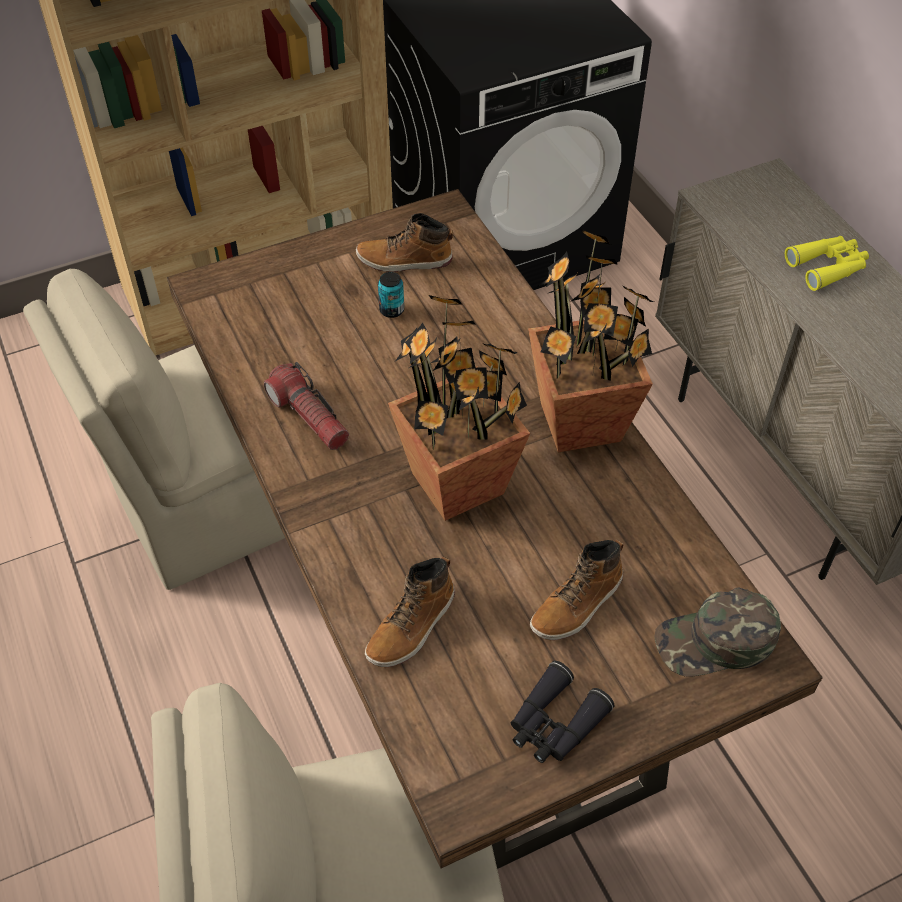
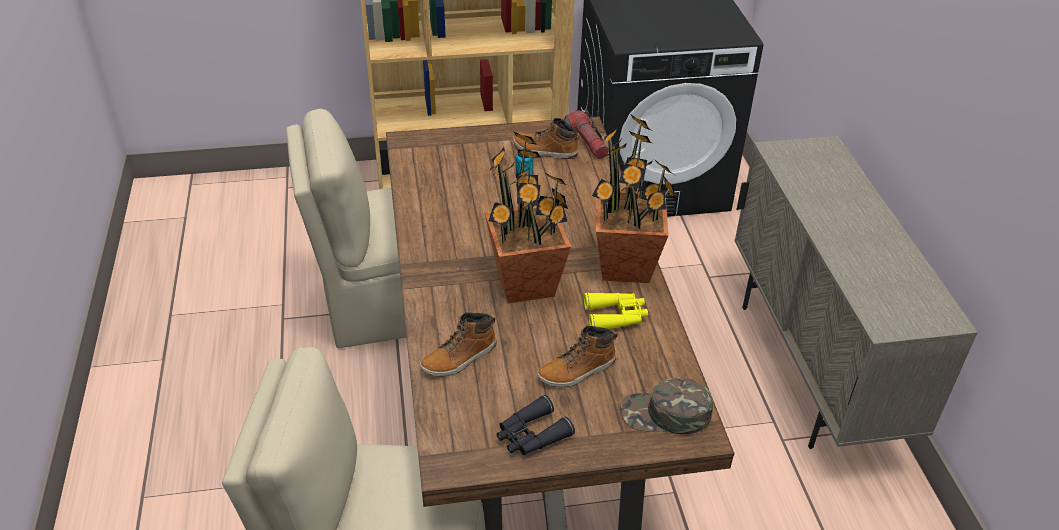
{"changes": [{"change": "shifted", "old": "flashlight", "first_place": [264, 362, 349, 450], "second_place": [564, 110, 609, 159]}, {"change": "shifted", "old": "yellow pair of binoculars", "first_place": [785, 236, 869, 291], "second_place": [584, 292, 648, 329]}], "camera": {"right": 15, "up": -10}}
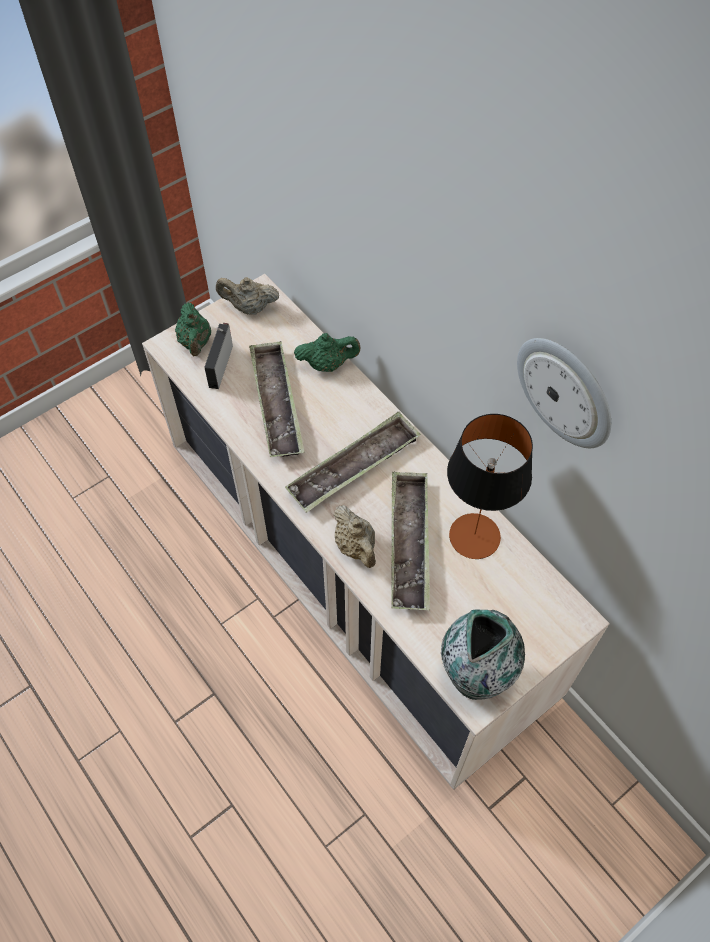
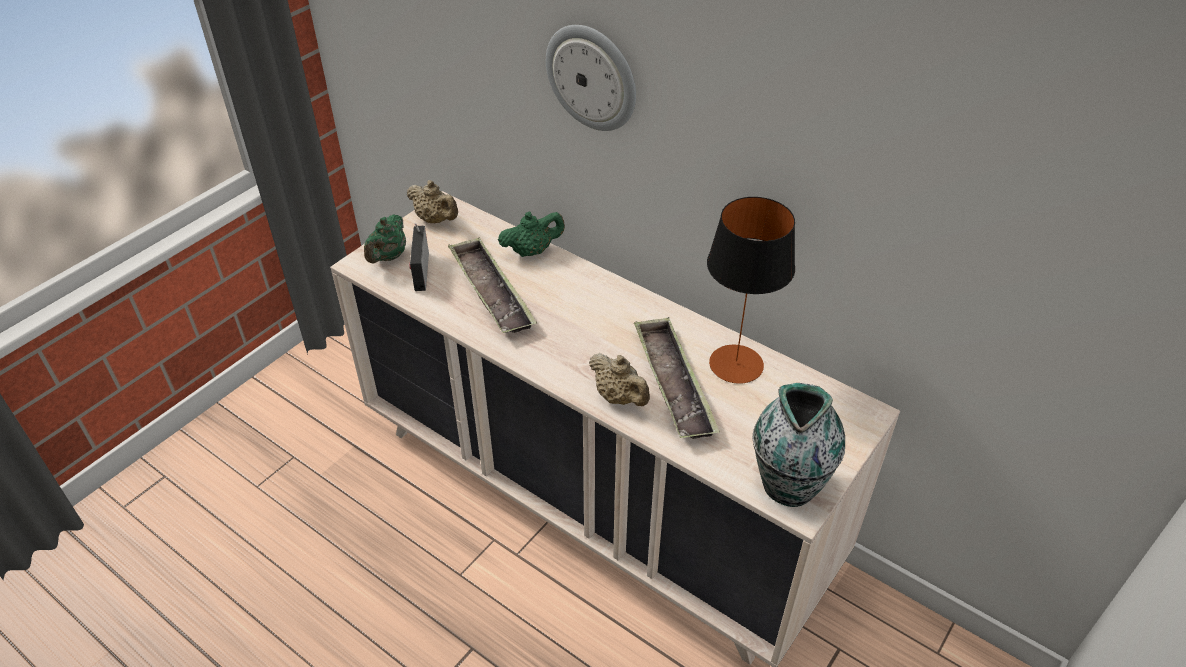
{"changes": [{"change": "gone", "old": "carrying tray", "first_place": [285, 411, 421, 513]}, {"change": "shifted", "old": "clock on the wall", "first_place": [517, 338, 611, 448], "second_place": [546, 25, 636, 131]}, {"change": "rotated", "old": "green tea pot", "first_place": [175, 303, 211, 356], "second_place": [364, 215, 406, 264], "degrees": 45}, {"change": "rotated", "old": "beige tea pot", "first_place": [216, 277, 279, 315], "second_place": [407, 180, 458, 223], "degrees": -135}], "camera": {"right": -15, "up": -15}}
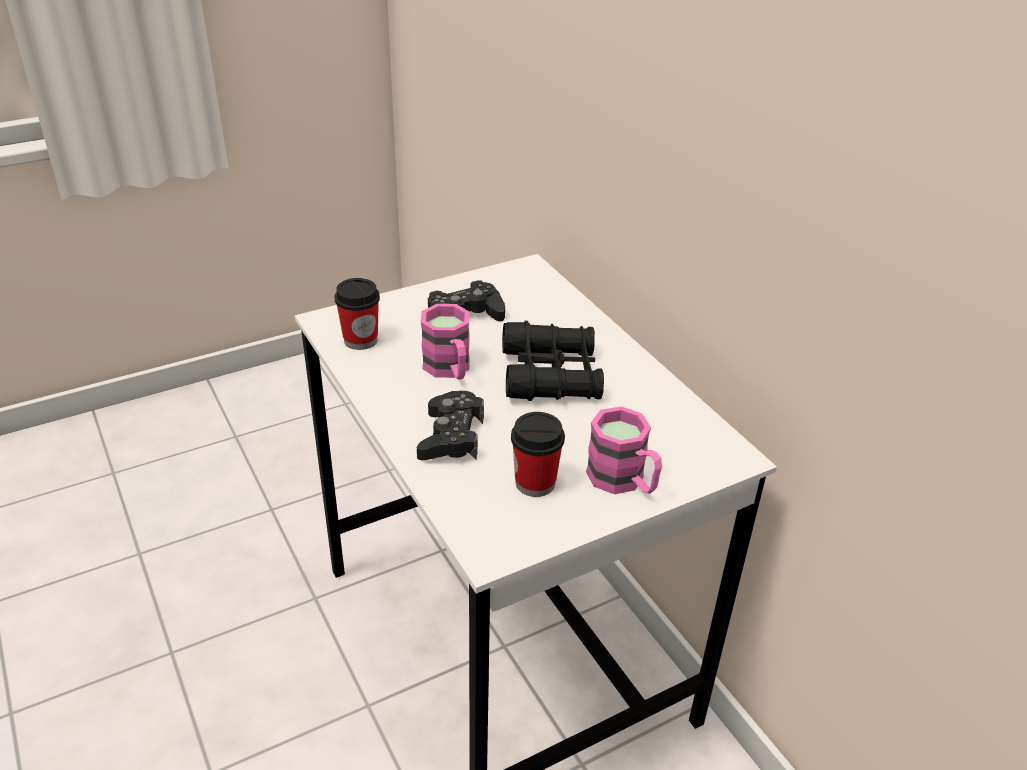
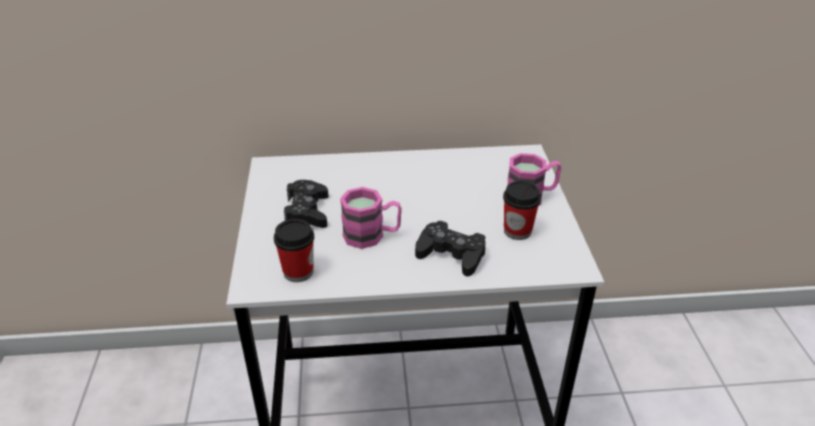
{"changes": [{"change": "gone", "old": "black pair of binoculars", "first_place": [502, 321, 604, 401]}], "camera": {"right": -65, "up": 0}}
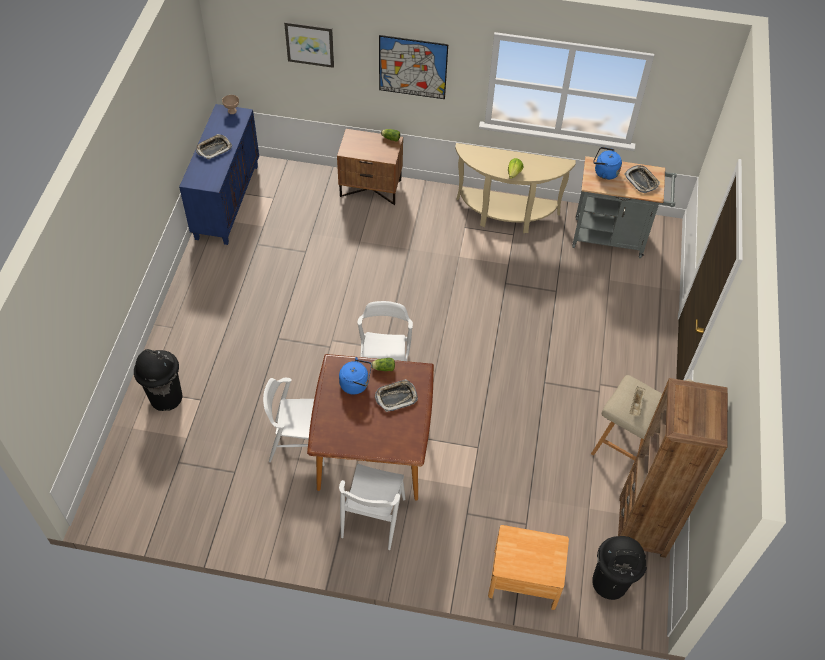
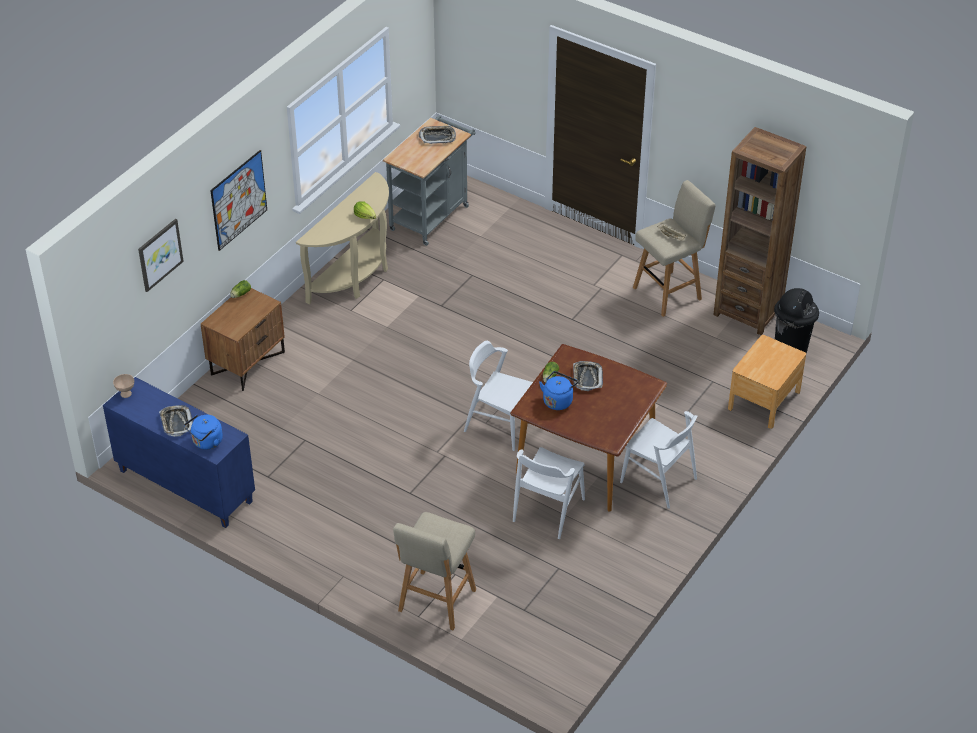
{"changes": [{"change": "shifted", "old": "bluish tea kettle", "first_place": [593, 147, 622, 180], "second_place": [184, 415, 223, 450]}, {"change": "swapped", "old": "black rubbish bin", "new": "beige stool", "first_place": [134, 349, 182, 411], "second_place": [393, 512, 476, 630]}], "camera": {"right": -65, "up": -10}}
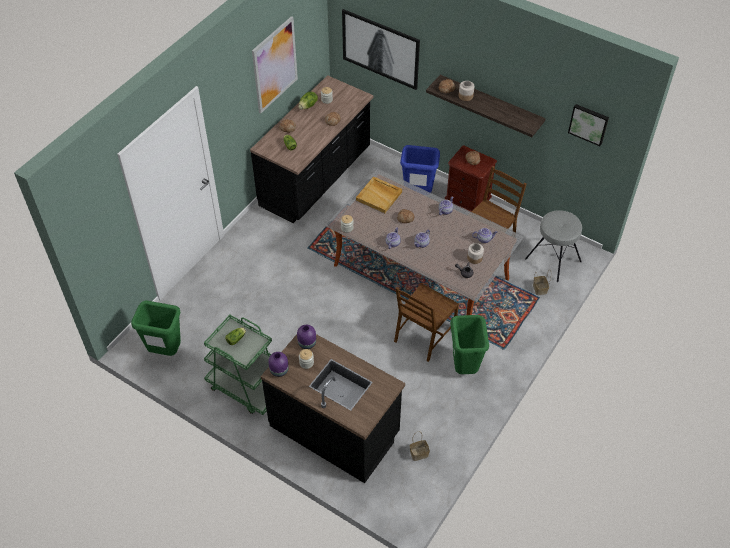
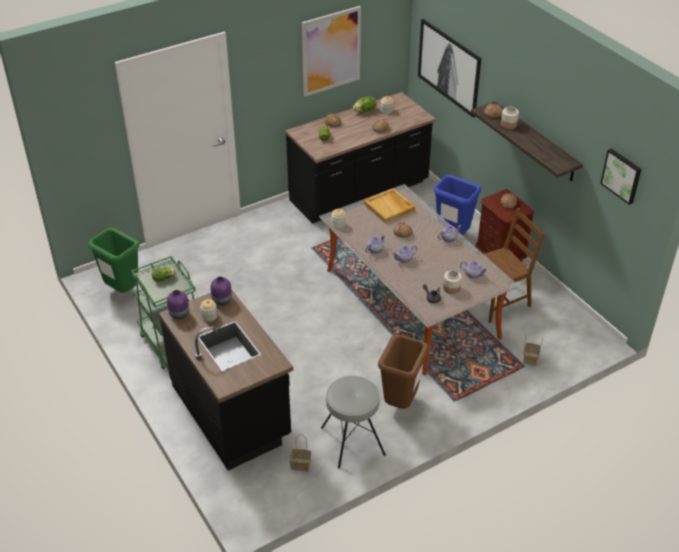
{"changes": [{"change": "gone", "old": "brown upright chair", "first_place": [394, 283, 459, 362]}, {"change": "shifted", "old": "greyish stool", "first_place": [525, 211, 582, 282], "second_place": [321, 376, 386, 469]}, {"change": "repainted", "old": "green rubbish bin", "new": "brown rubbish bin", "first_place": [450, 315, 489, 374], "second_place": [378, 335, 429, 409]}], "camera": {"right": 25, "up": -10}}
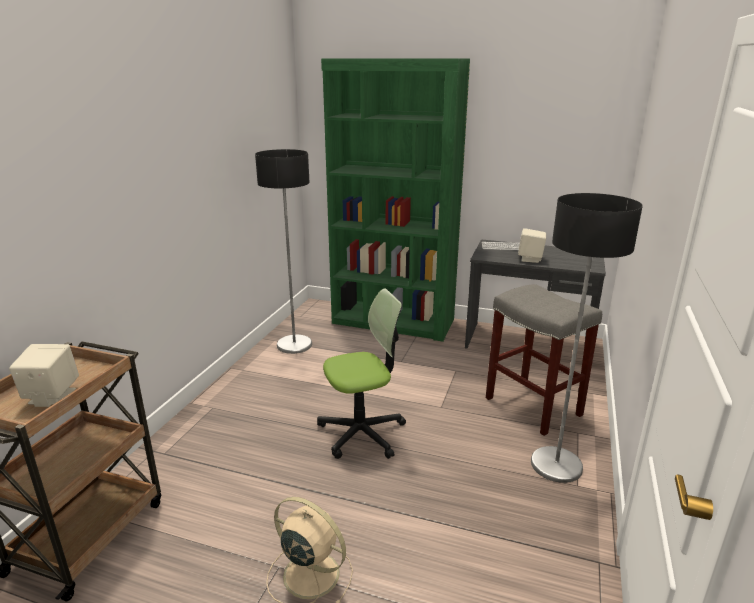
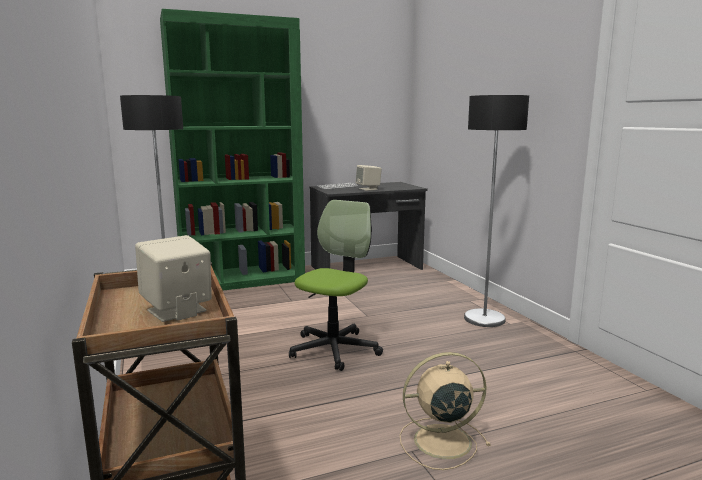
{"changes": [{"change": "gone", "old": "greyish stool", "first_place": [486, 284, 602, 436]}], "camera": {"right": -40, "up": -10}}
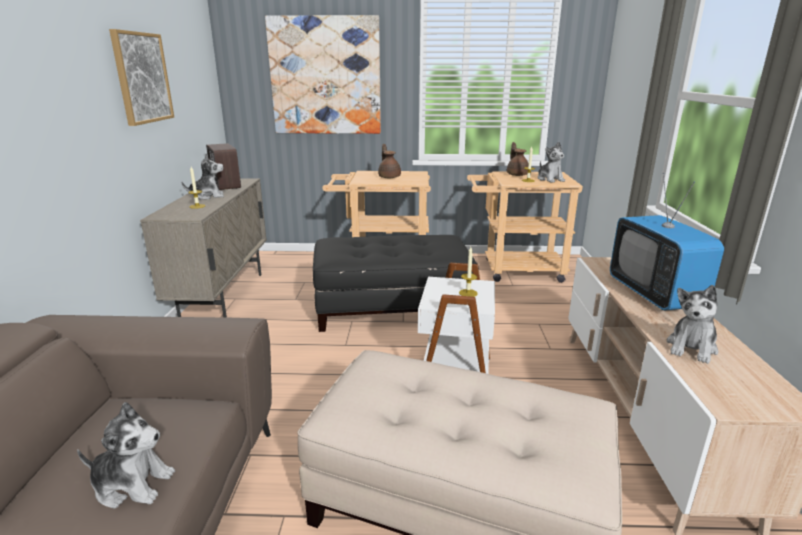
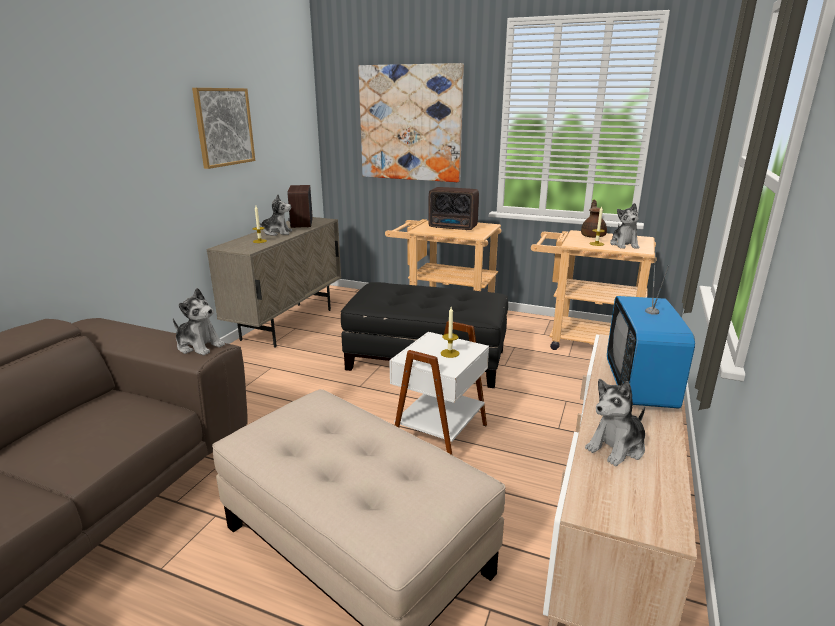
{"changes": [{"change": "shifted", "old": "cuddly toy", "first_place": [77, 402, 175, 509], "second_place": [173, 288, 225, 356]}, {"change": "swapped", "old": "brown tea pot", "new": "radio set", "first_place": [378, 144, 401, 178], "second_place": [428, 187, 479, 230]}], "camera": {"right": 20, "up": 0}}
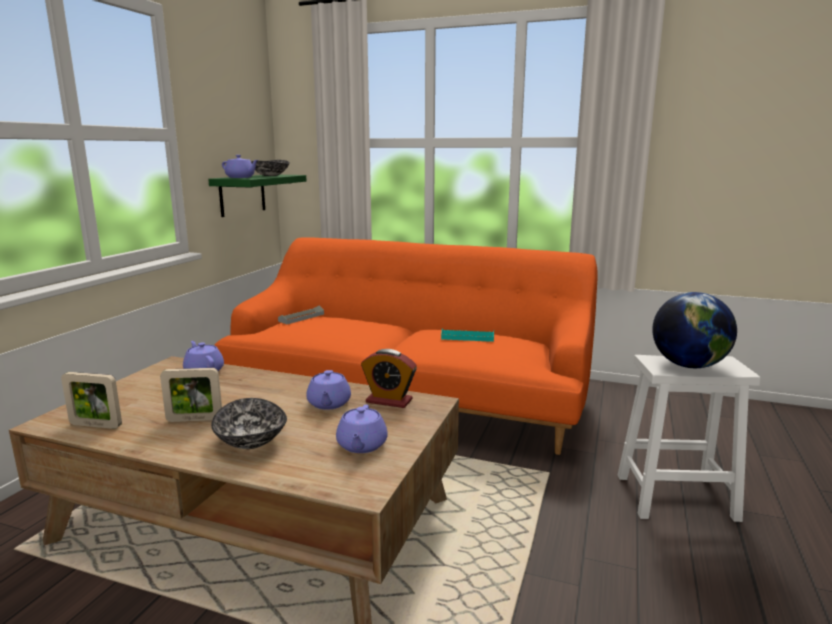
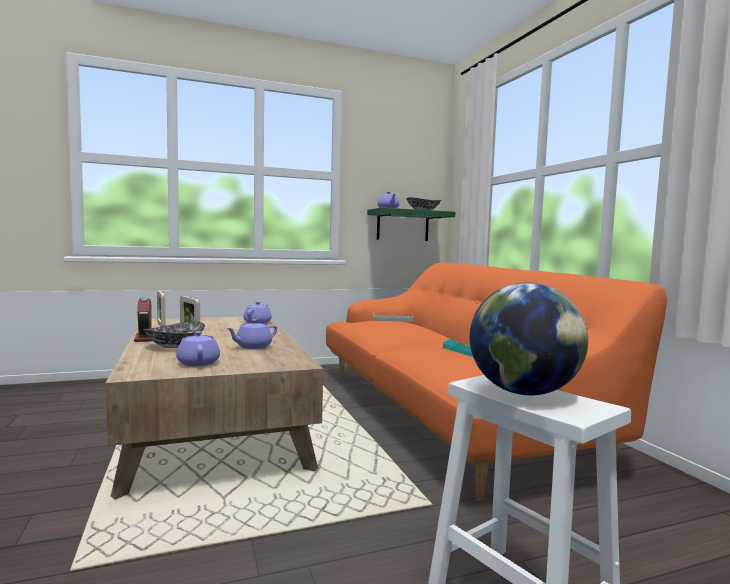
{"changes": [{"change": "shifted", "old": "alarm clock", "first_place": [361, 349, 417, 408], "second_place": [134, 297, 152, 342]}, {"change": "rotated", "old": "purple-coloured tea pot", "first_place": [336, 405, 388, 453], "second_place": [176, 331, 220, 366], "degrees": 105}], "camera": {"right": 50, "up": -10}}
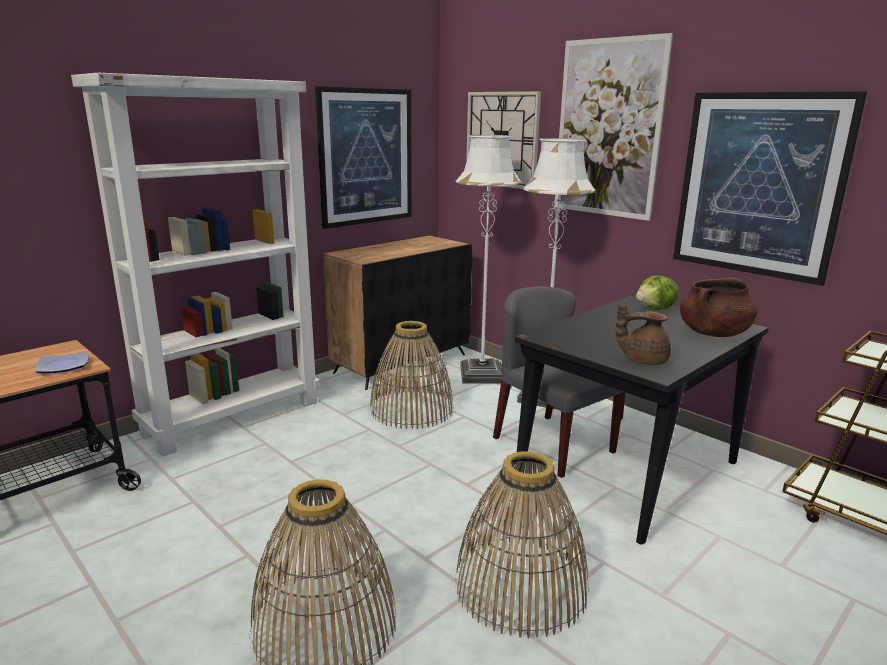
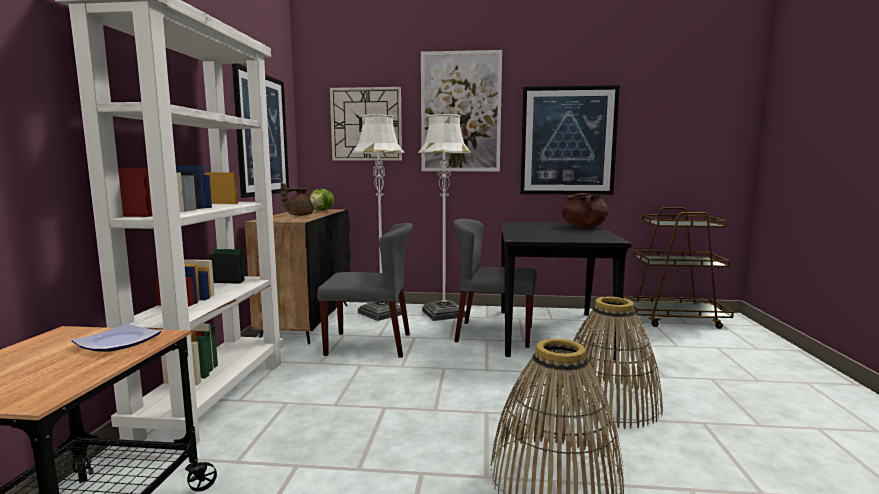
{"changes": [{"change": "shifted", "old": "brown tea pot", "first_place": [616, 303, 671, 365], "second_place": [281, 182, 313, 216]}, {"change": "shifted", "old": "head of lettuce", "first_place": [636, 275, 679, 310], "second_place": [309, 189, 334, 210]}, {"change": "swapped", "old": "storage basket", "new": "greyish upright chair", "first_place": [370, 321, 453, 429], "second_place": [317, 223, 413, 358]}], "camera": {"right": -40, "up": -10}}
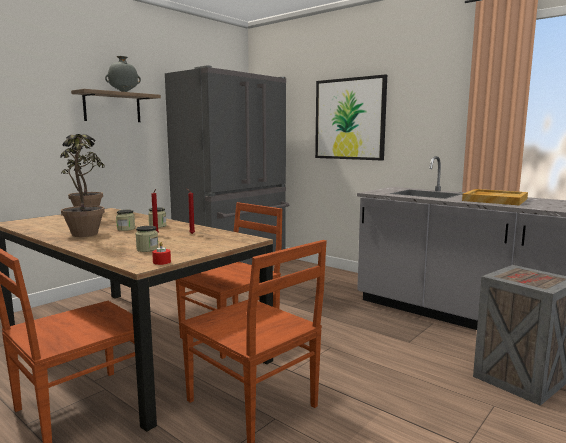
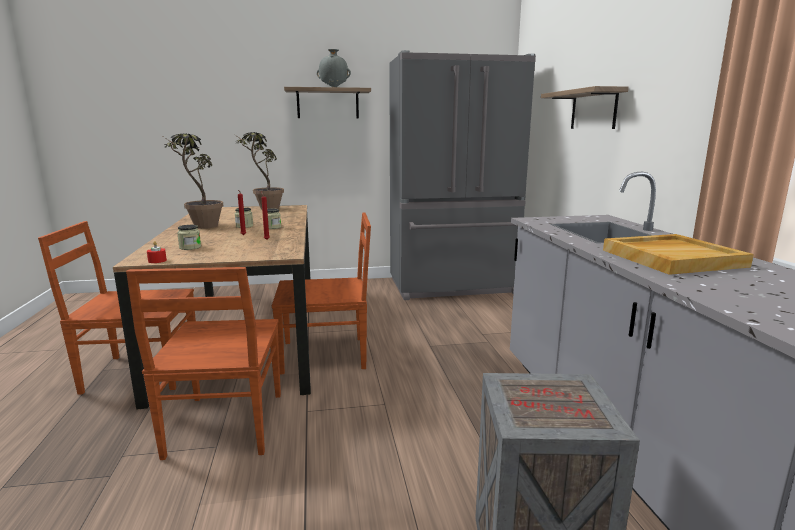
{"changes": [{"change": "swapped", "old": "wall picture", "new": "wall shelf", "first_place": [315, 74, 387, 160], "second_place": [541, 86, 629, 129]}], "camera": {"right": 40, "up": 5}}
